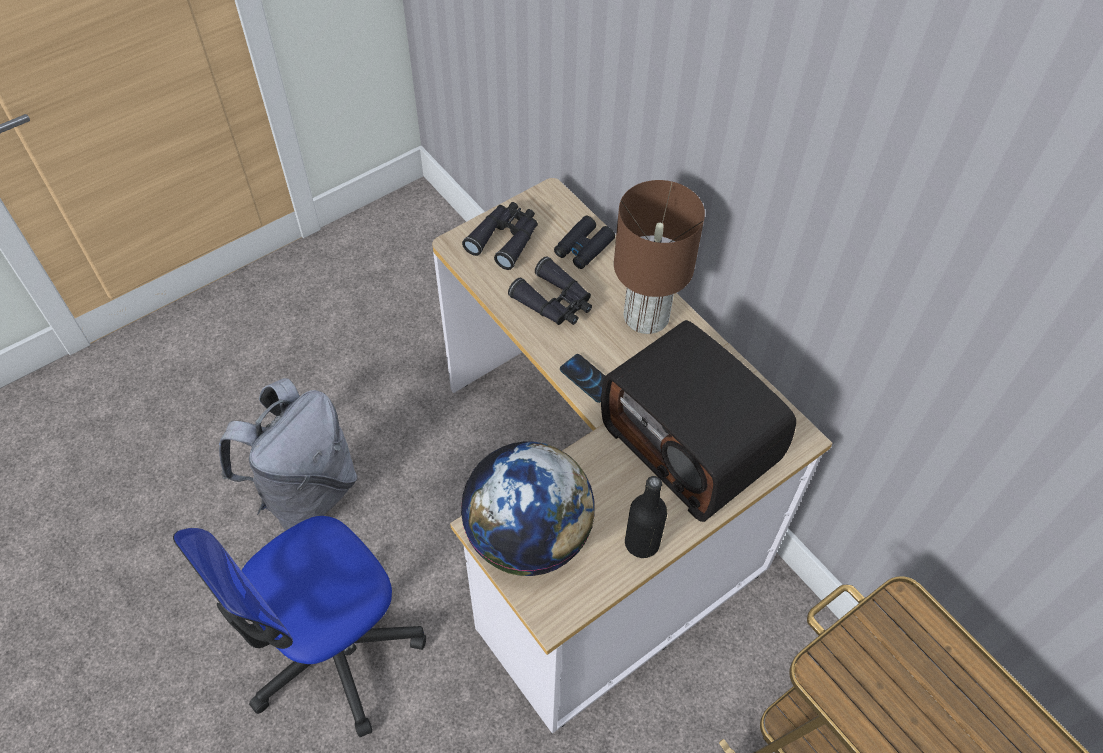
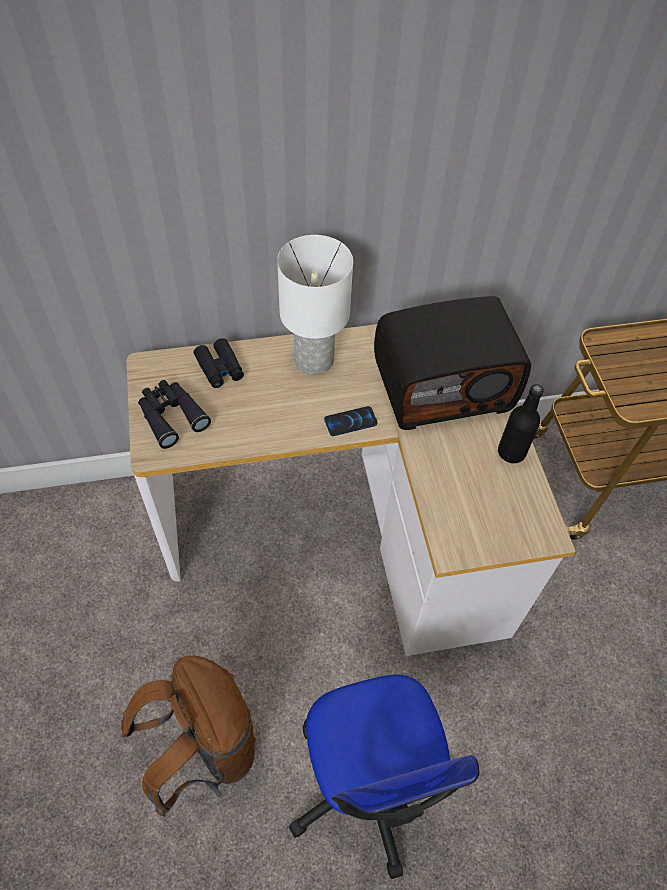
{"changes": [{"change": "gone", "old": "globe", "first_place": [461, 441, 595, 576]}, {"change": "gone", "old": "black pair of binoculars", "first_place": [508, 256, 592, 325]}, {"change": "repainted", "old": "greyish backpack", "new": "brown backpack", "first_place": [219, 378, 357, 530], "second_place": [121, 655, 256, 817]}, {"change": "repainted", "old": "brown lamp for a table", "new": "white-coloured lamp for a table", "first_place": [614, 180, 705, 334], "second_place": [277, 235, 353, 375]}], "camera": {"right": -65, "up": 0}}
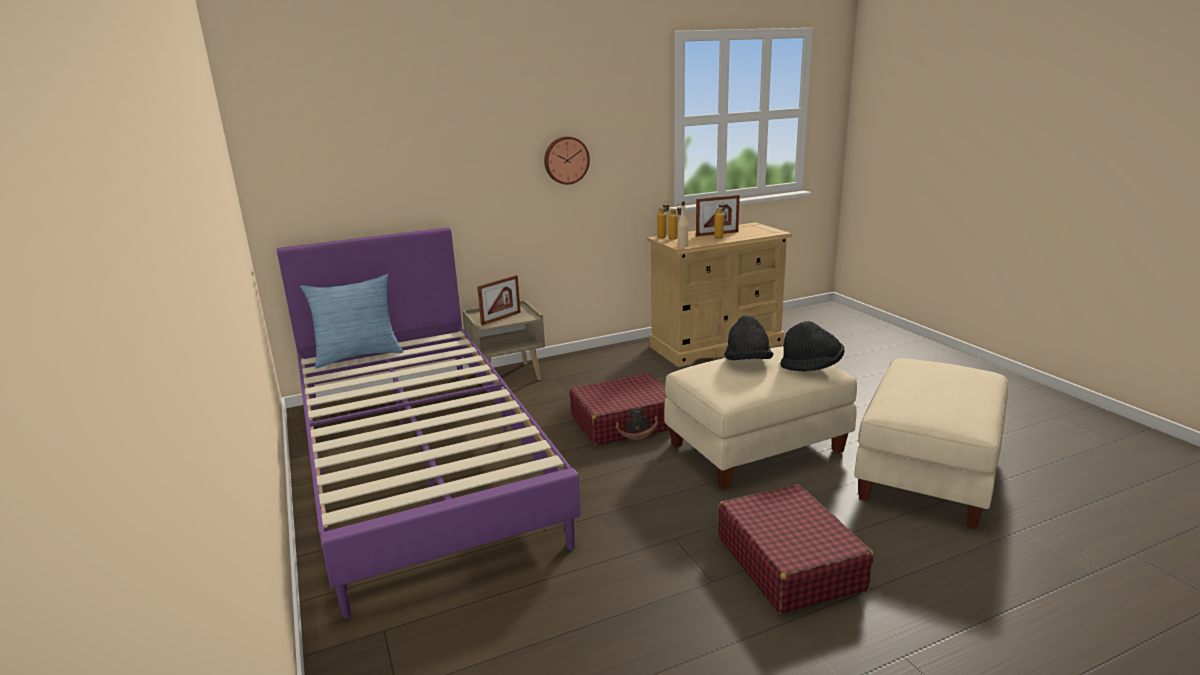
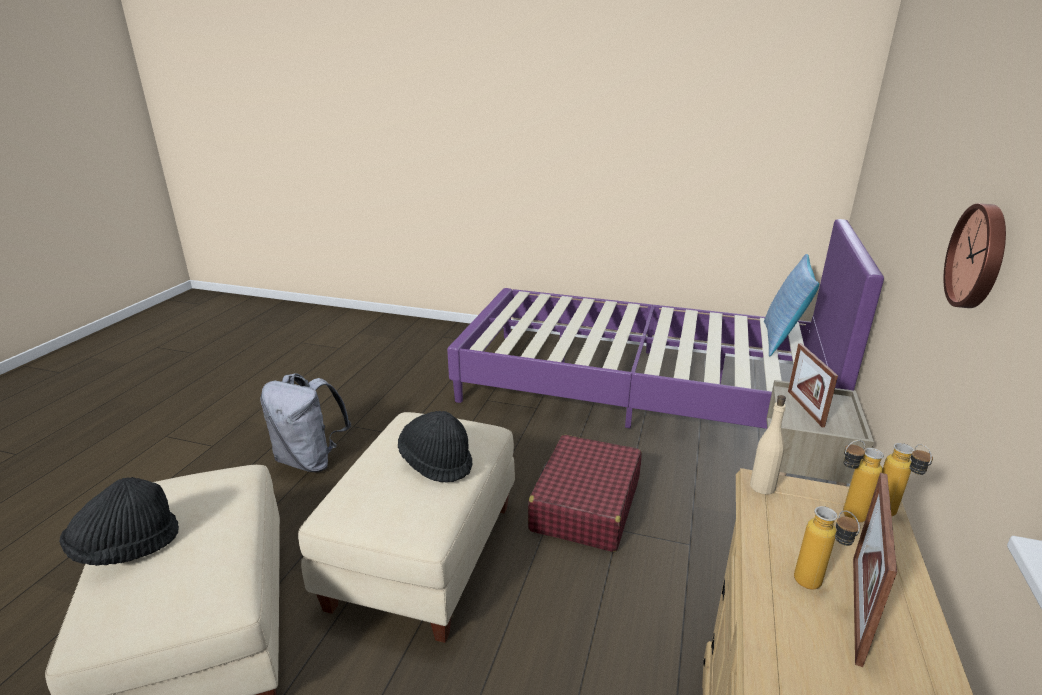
{"changes": [{"change": "shifted", "old": "black wearable hat", "first_place": [780, 321, 844, 372], "second_place": [59, 477, 179, 566]}, {"change": "swapped", "old": "red-coloured travel case", "new": "greyish backpack", "first_place": [718, 484, 874, 614], "second_place": [260, 373, 351, 472]}], "camera": {"right": 130, "up": 5}}
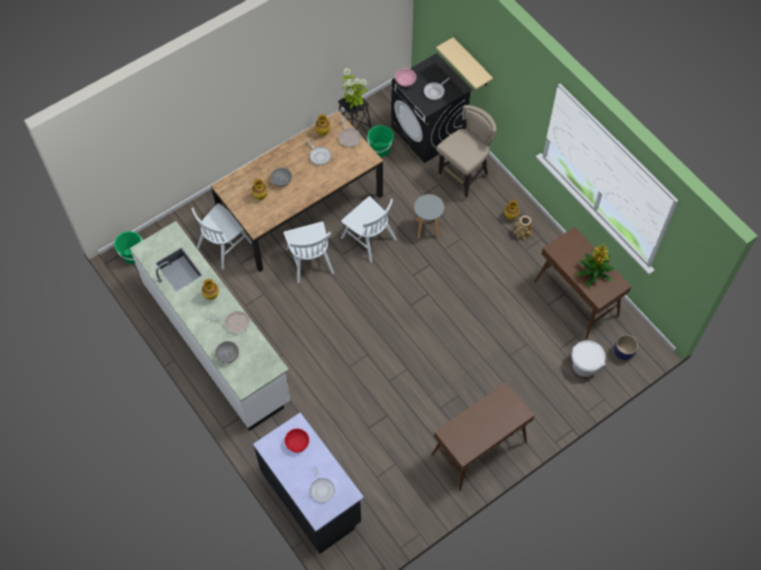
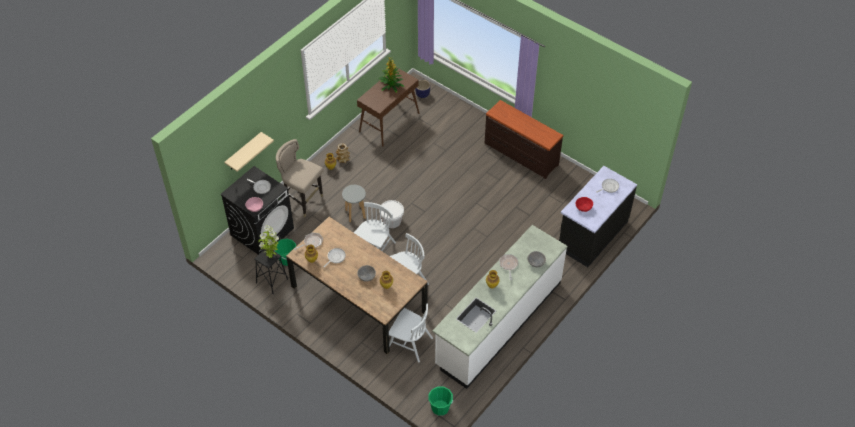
{"changes": [{"change": "shifted", "old": "white-coloured water bucket", "first_place": [572, 340, 606, 377], "second_place": [379, 200, 404, 228]}, {"change": "swapped", "old": "brown hall table", "new": "brown drawer chest", "first_place": [431, 382, 535, 491], "second_place": [485, 100, 563, 179]}], "camera": {"right": -105, "up": -10}}
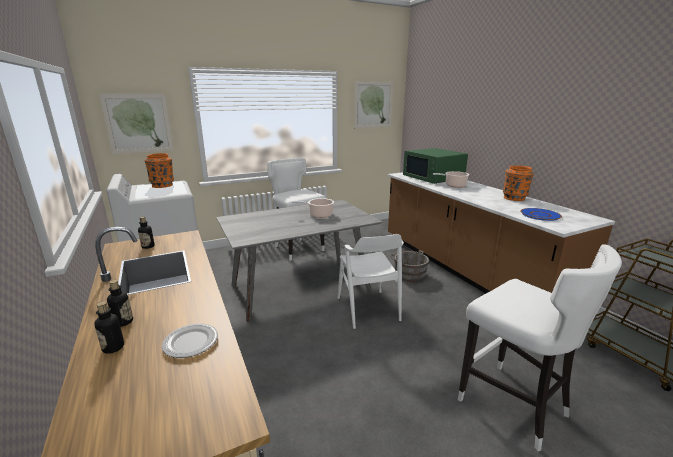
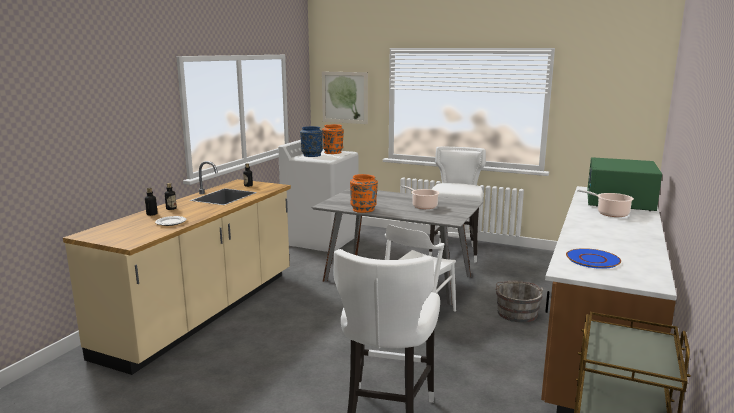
{"changes": [{"change": "gone", "old": "wall picture", "first_place": [354, 81, 393, 128]}, {"change": "new", "new": "bluish vase", "second_place": [300, 126, 323, 157]}, {"change": "shifted", "old": "orange-coloured vase", "first_place": [503, 166, 534, 201], "second_place": [350, 174, 378, 213]}], "camera": {"right": 50, "up": -5}}
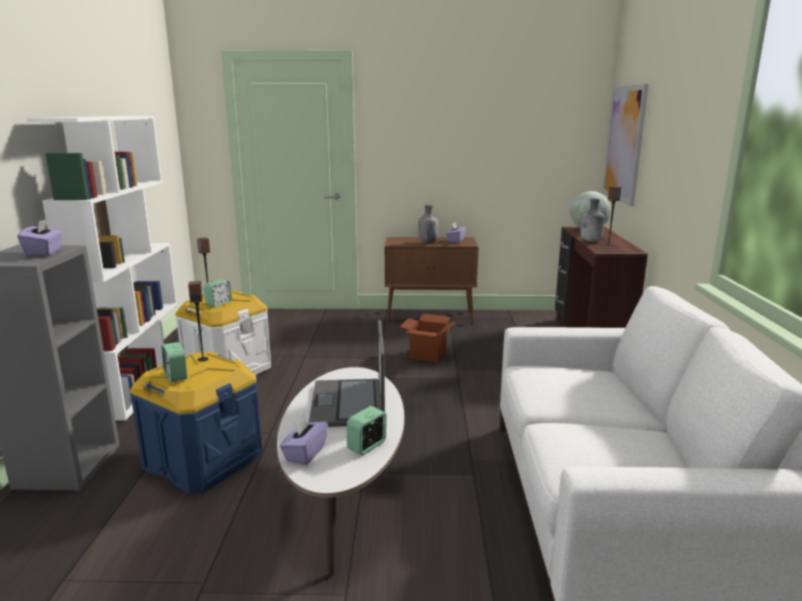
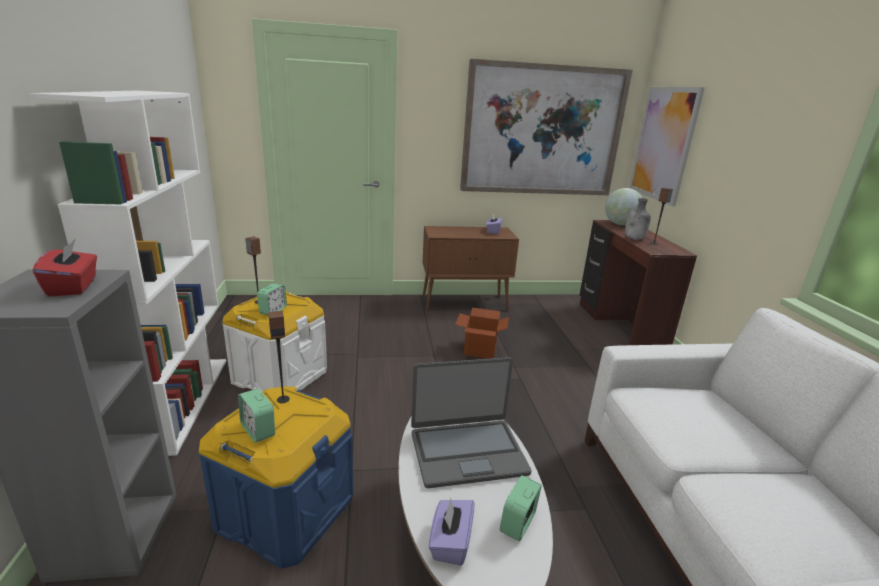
{"changes": [{"change": "gone", "old": "greyish drink bottle", "first_place": [418, 205, 438, 243]}, {"change": "new", "new": "wall picture", "second_place": [460, 59, 633, 195]}, {"change": "repainted", "old": "purple-coloured box of tissues", "new": "red-coloured box of tissues", "first_place": [17, 218, 63, 257], "second_place": [33, 240, 97, 297]}, {"change": "rotated", "old": "laptop", "first_place": [309, 319, 385, 427], "second_place": [411, 357, 532, 488], "degrees": -90}], "camera": {"right": -10, "up": 5}}
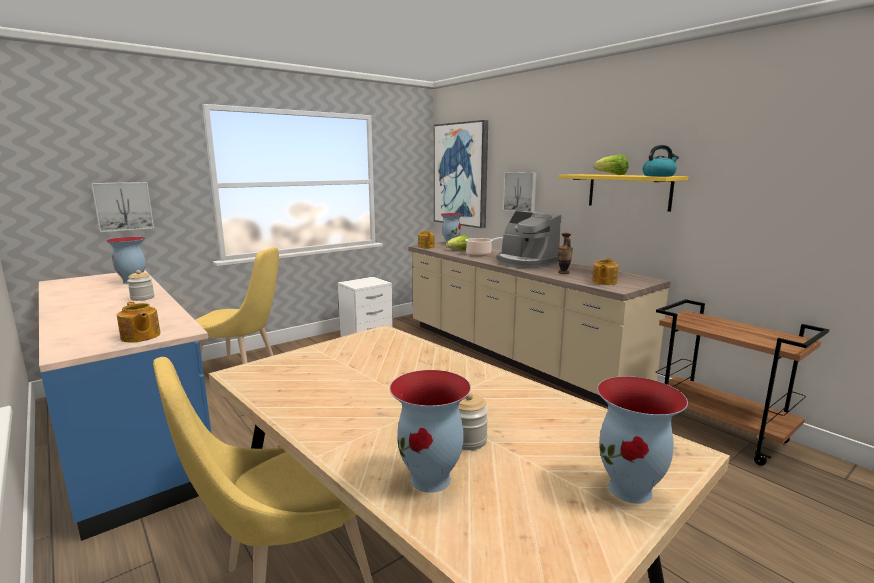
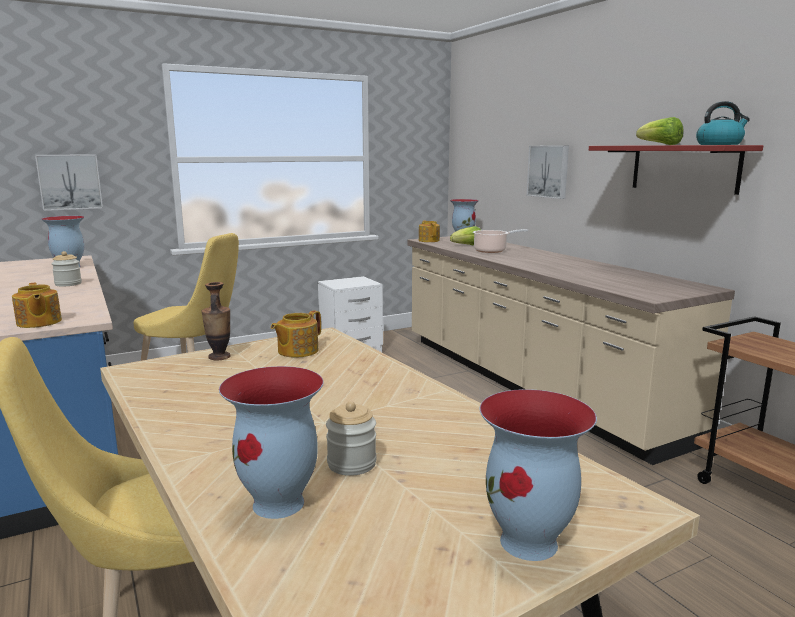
{"changes": [{"change": "gone", "old": "wall picture", "first_place": [434, 120, 488, 228]}, {"change": "gone", "old": "coffee machine", "first_place": [497, 211, 561, 268]}, {"change": "shifted", "old": "vase", "first_place": [558, 233, 573, 274], "second_place": [202, 282, 230, 360]}, {"change": "shifted", "old": "tea pot", "first_place": [592, 258, 619, 285], "second_place": [271, 310, 321, 357]}, {"change": "repainted", "old": "yellow wall shelf", "new": "red-coloured wall shelf", "first_place": [559, 174, 688, 212], "second_place": [589, 145, 763, 195]}], "camera": {"right": 10, "up": 0}}
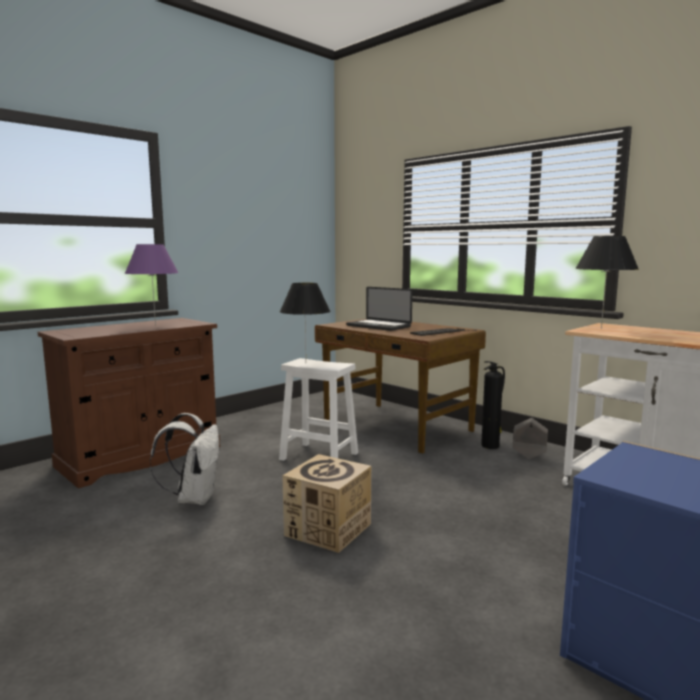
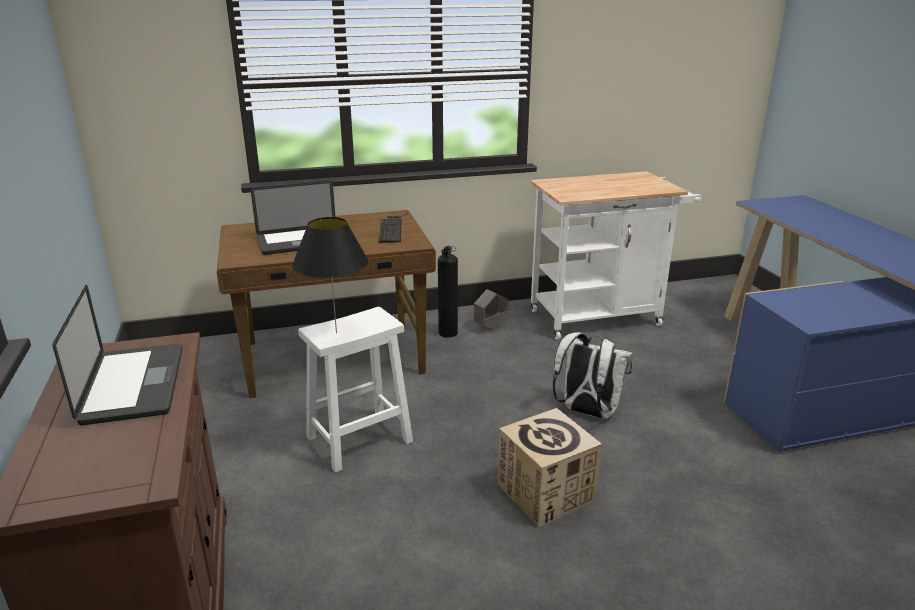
{"changes": [{"change": "gone", "old": "black lamp for a table", "first_place": [575, 236, 639, 329]}, {"change": "shifted", "old": "white-coloured backpack", "first_place": [150, 413, 219, 505], "second_place": [553, 332, 633, 419]}, {"change": "swapped", "old": "purple-coloured lamp for a table", "new": "laptop", "first_place": [125, 244, 179, 326], "second_place": [53, 285, 183, 425]}], "camera": {"right": -60, "up": 15}}
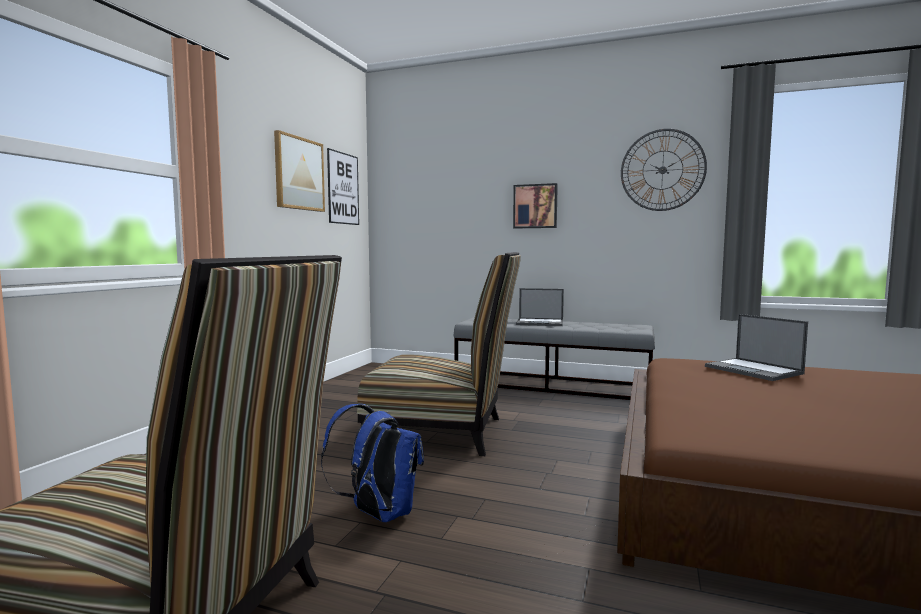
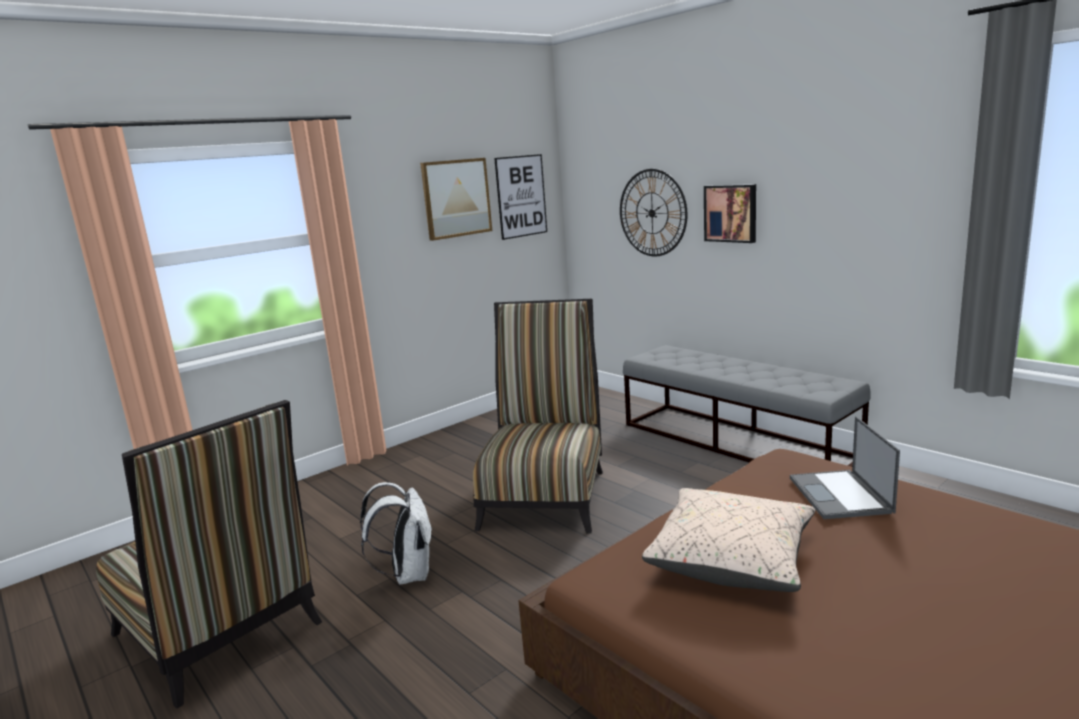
{"changes": [{"change": "gone", "old": "laptop", "first_place": [516, 288, 564, 326]}, {"change": "new", "new": "beige throw pillow", "second_place": [642, 488, 815, 592]}, {"change": "shifted", "old": "clock on the wall", "first_place": [621, 129, 707, 211], "second_place": [620, 169, 688, 256]}, {"change": "repainted", "old": "bluish backpack", "new": "white-coloured backpack", "first_place": [321, 404, 424, 522], "second_place": [360, 482, 431, 585]}, {"change": "rotated", "old": "upright chair", "first_place": [357, 252, 521, 456], "second_place": [473, 299, 603, 533], "degrees": -120}], "camera": {"right": 30, "up": 10}}
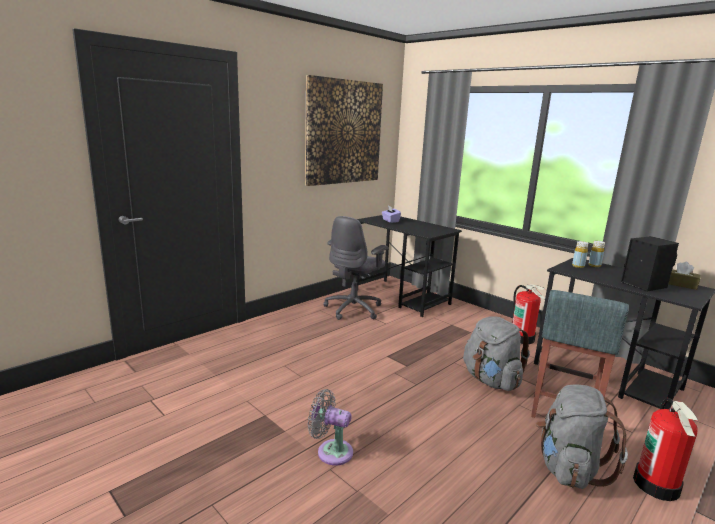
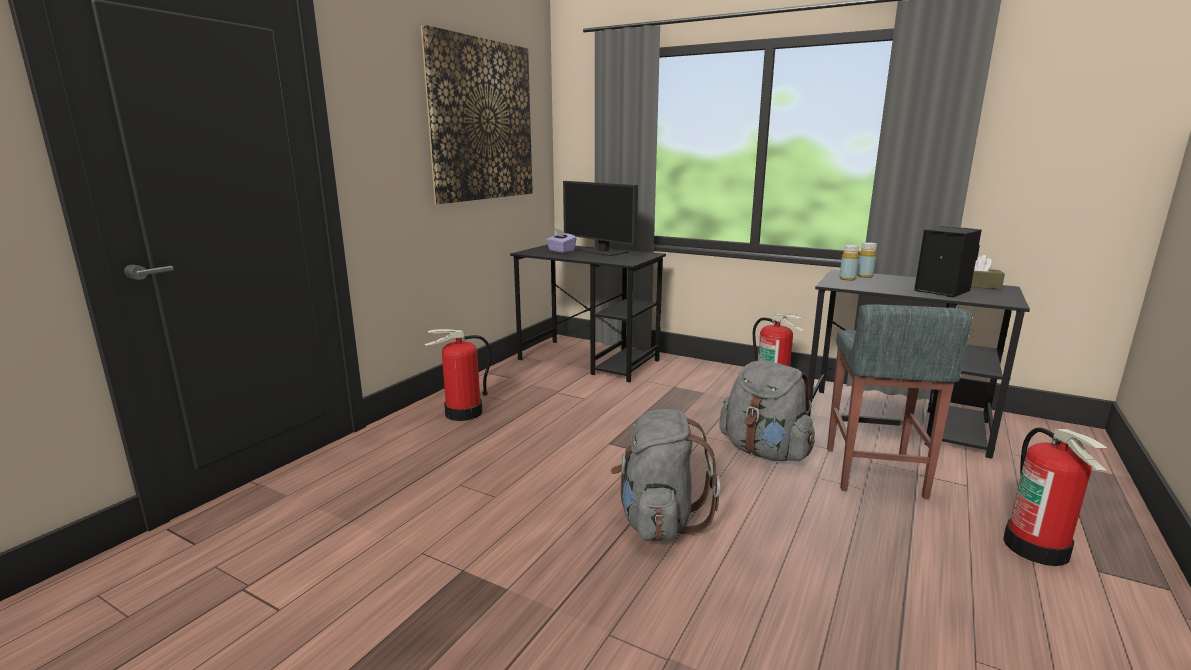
{"changes": [{"change": "gone", "old": "greyish cooling fan", "first_place": [308, 389, 353, 465]}, {"change": "gone", "old": "greyish computer chair", "first_place": [323, 216, 388, 320]}, {"change": "new", "new": "fire extinguisher", "second_place": [424, 329, 491, 421]}, {"change": "new", "new": "monitor", "second_place": [563, 181, 638, 256]}, {"change": "shifted", "old": "greyish backpack", "first_place": [536, 384, 628, 489], "second_place": [610, 409, 720, 542]}], "camera": {"right": -15, "up": 0}}
